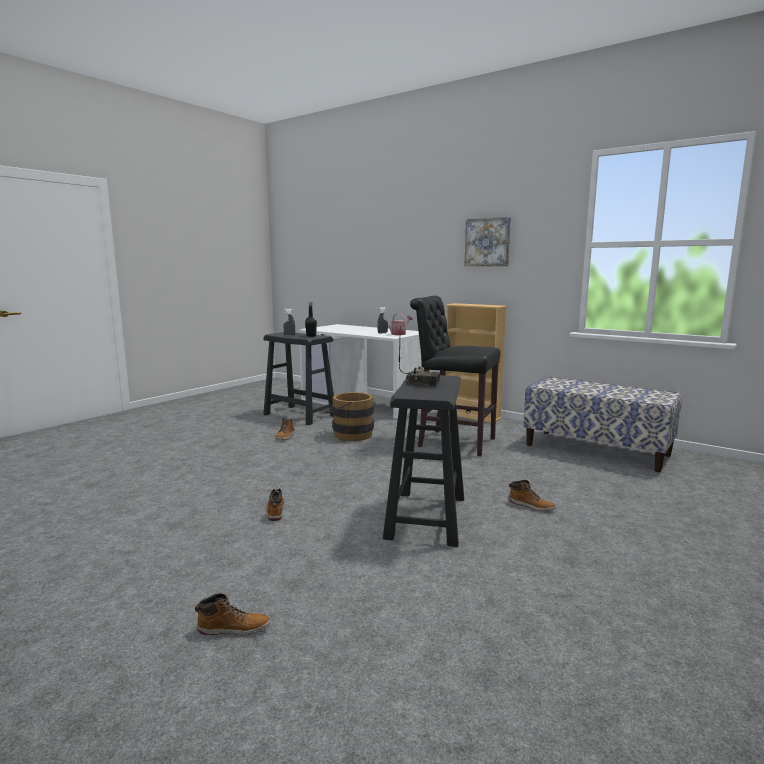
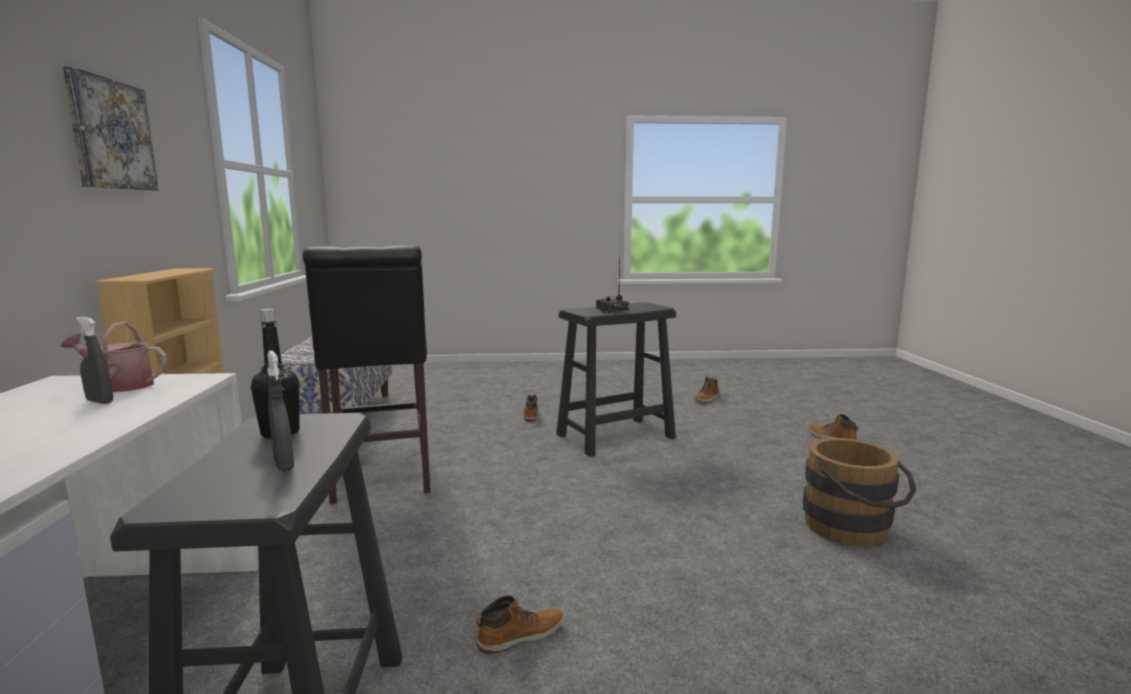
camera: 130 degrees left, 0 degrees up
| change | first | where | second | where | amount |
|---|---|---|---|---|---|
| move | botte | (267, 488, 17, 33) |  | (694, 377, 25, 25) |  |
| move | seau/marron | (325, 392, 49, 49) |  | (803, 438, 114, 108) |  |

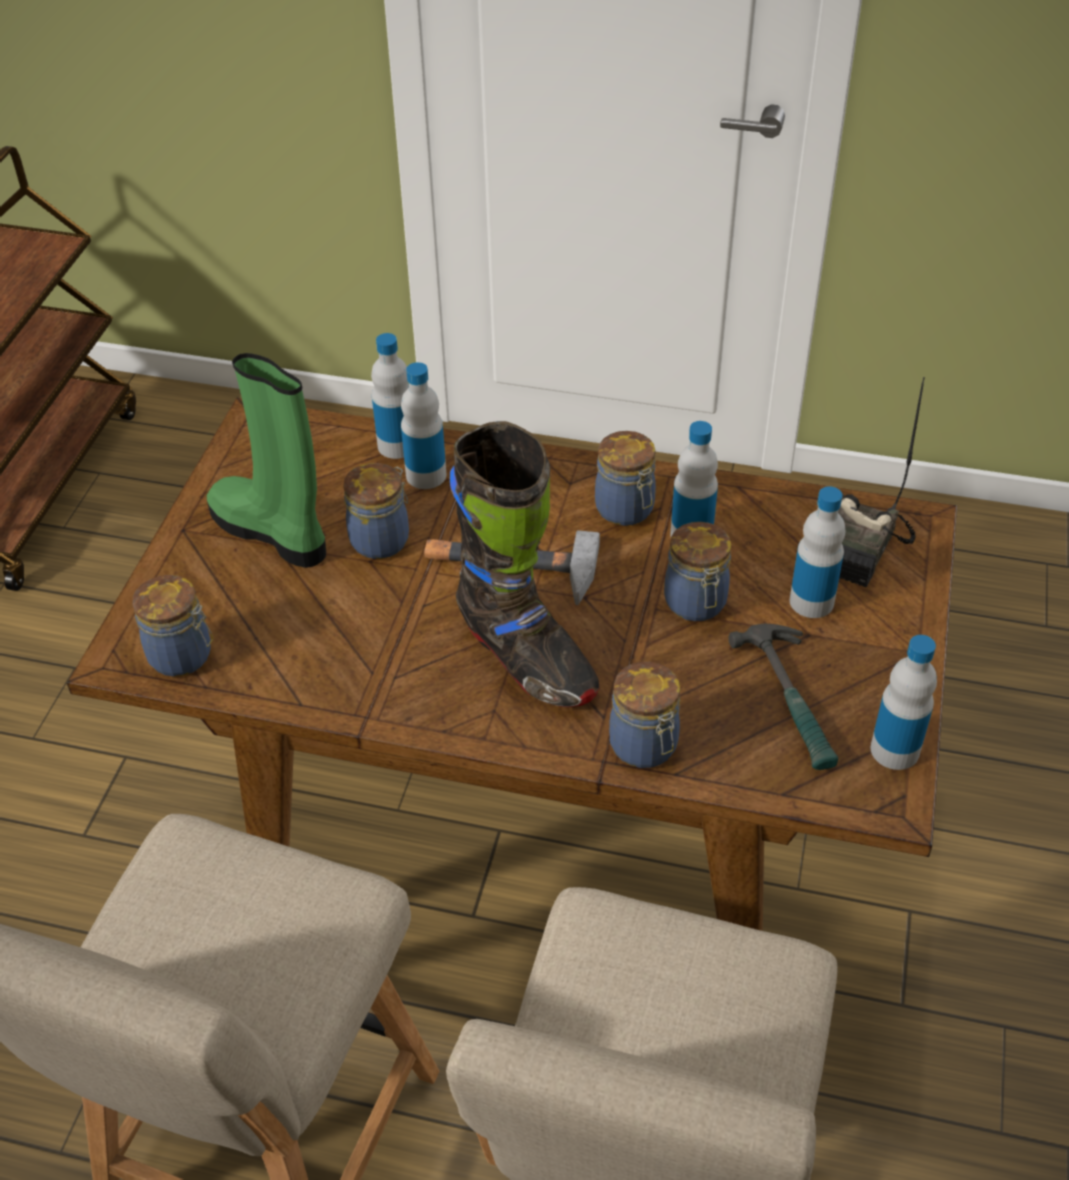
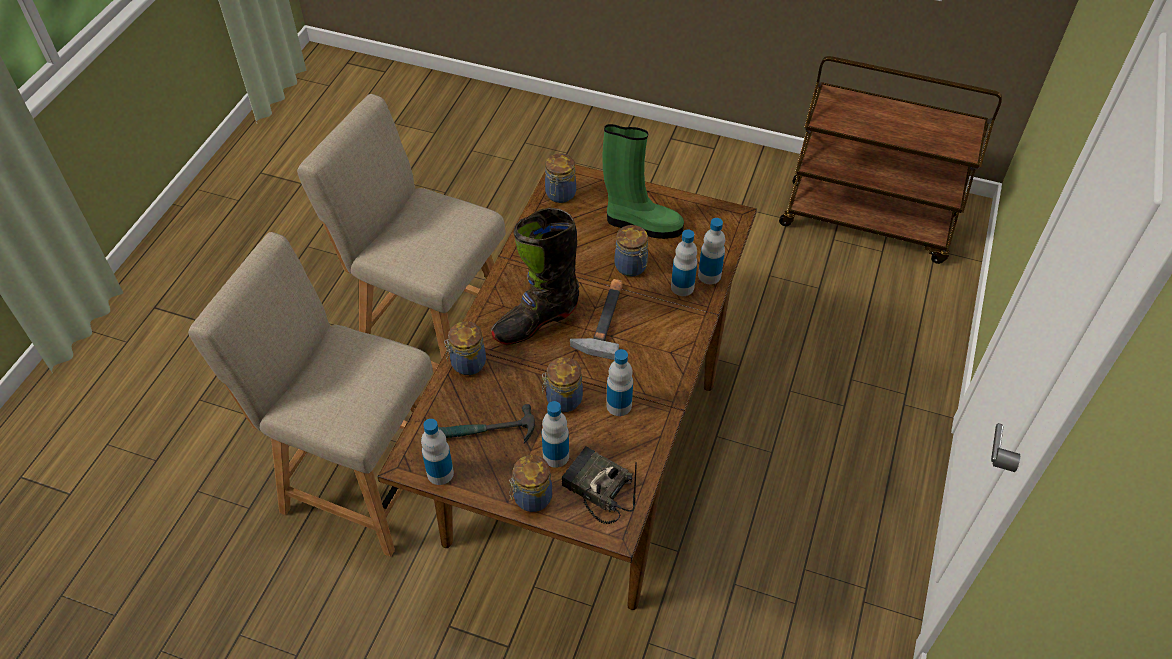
camera: 95 degrees right, 5 degrees up
| change | first | where | second | where | amount |
|---|---|---|---|---|---|
| move | bocal | (595, 431, 61, 95) |  | (509, 455, 43, 57) |  |
| rotate | botte/vert | (207, 353, 119, 215) |  | (602, 124, 82, 115) | 60 degrees clockwise |

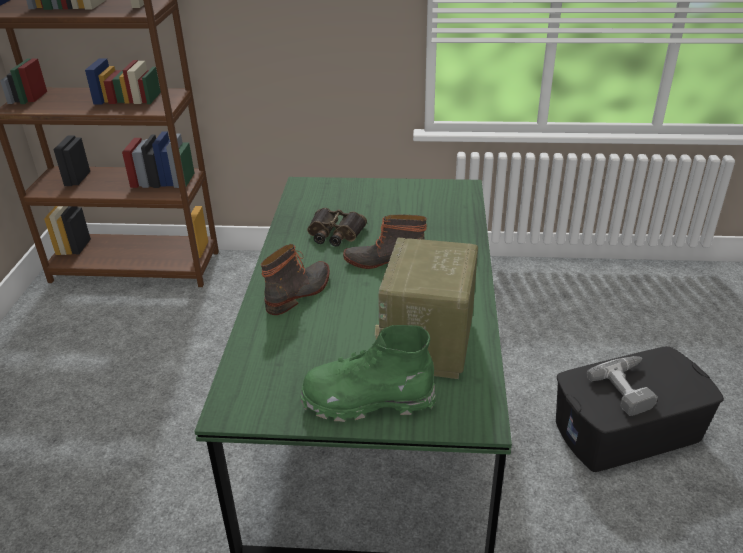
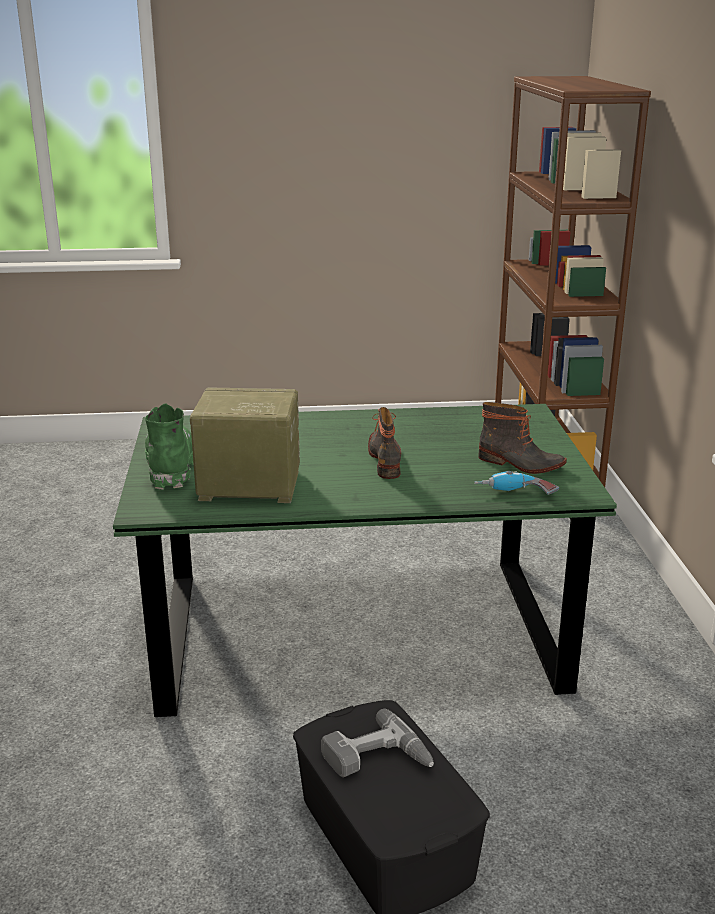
camera: 80 degrees right, 10 degrees down
| change | first | where | second | where | amount |
|---|---|---|---|---|---|
| delete | jumelles | (307, 208, 60, 39) |  |  |  |
| insert |  |  | perceuse | (474, 471, 85, 24) |  |
| move | botte | (261, 244, 69, 71) |  | (478, 402, 89, 72) |  |

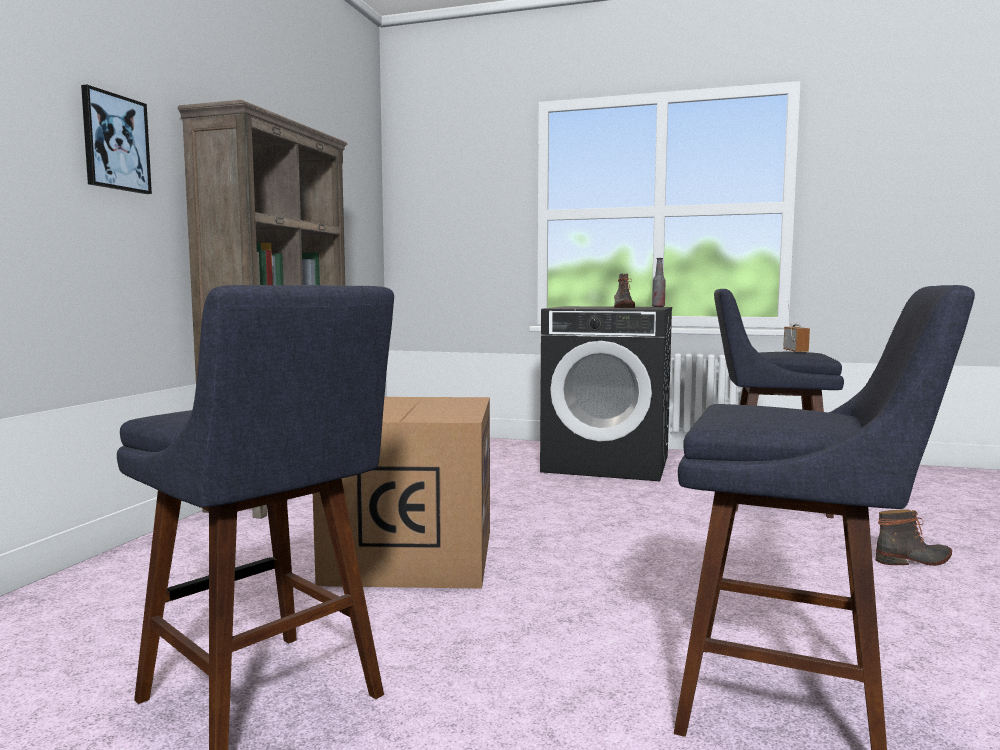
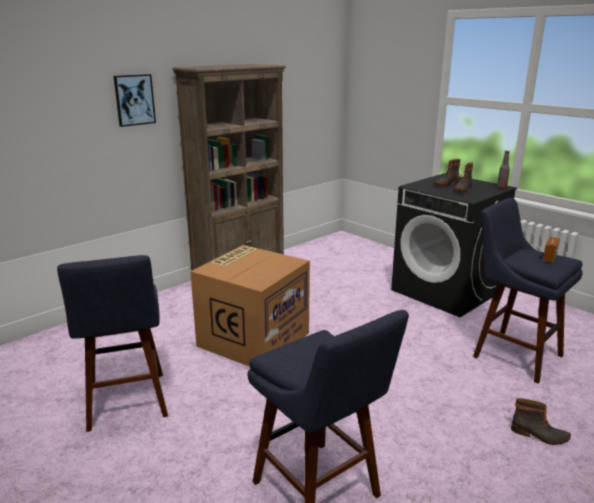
camera: 30 degrees right, 15 degrees up
| change | first | where | second | where | amount |
|---|---|---|---|---|---|
| insert |  |  | botte | (434, 159, 27, 28) |  |

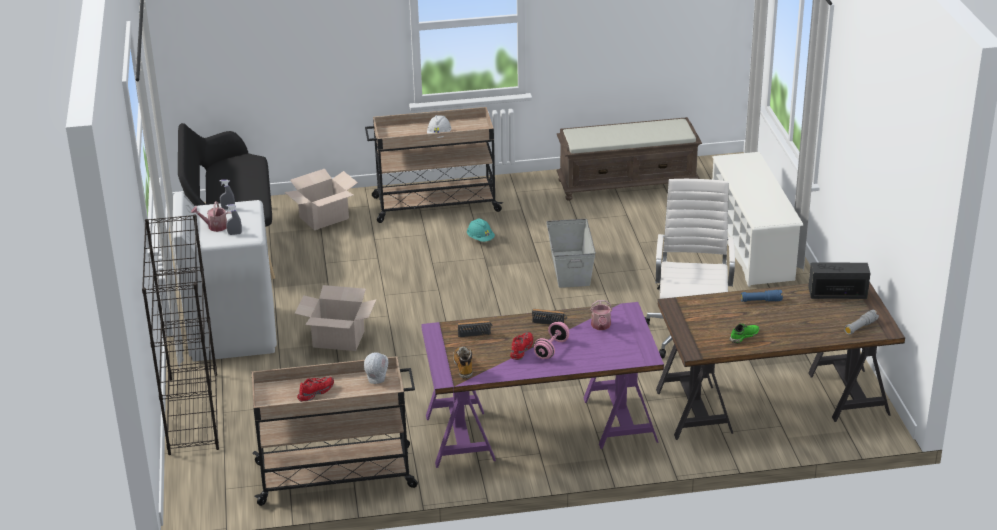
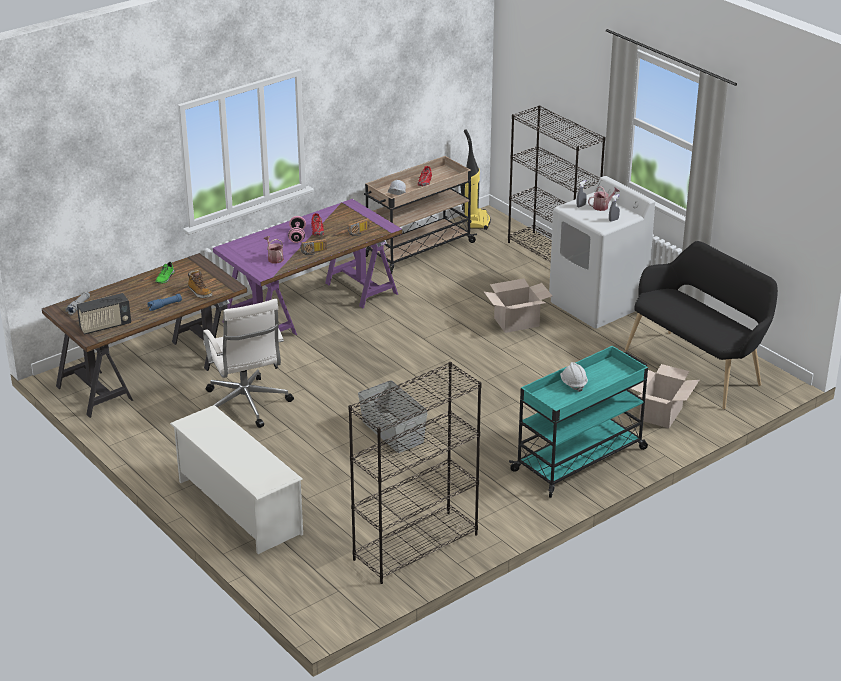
camera: 150 degrees right, 0 degrees up
| change | first | where | second | where | amount |
|---|---|---|---|---|---|
| delete | casque de chantier/turquoise | (467, 219, 28, 23) |  |  |  |
| insert |  |  | aspirateur | (460, 129, 31, 101) |  |
| move | botte | (453, 346, 20, 33) |  | (188, 270, 25, 28) |  |
| replace | banc/marron | (556, 117, 146, 84) | bibliothèque/noir | (348, 362, 134, 222) |  |
| recolor | chariot/beige | (365, 107, 138, 116) | chariot/turquoise | (509, 346, 139, 152) |  |

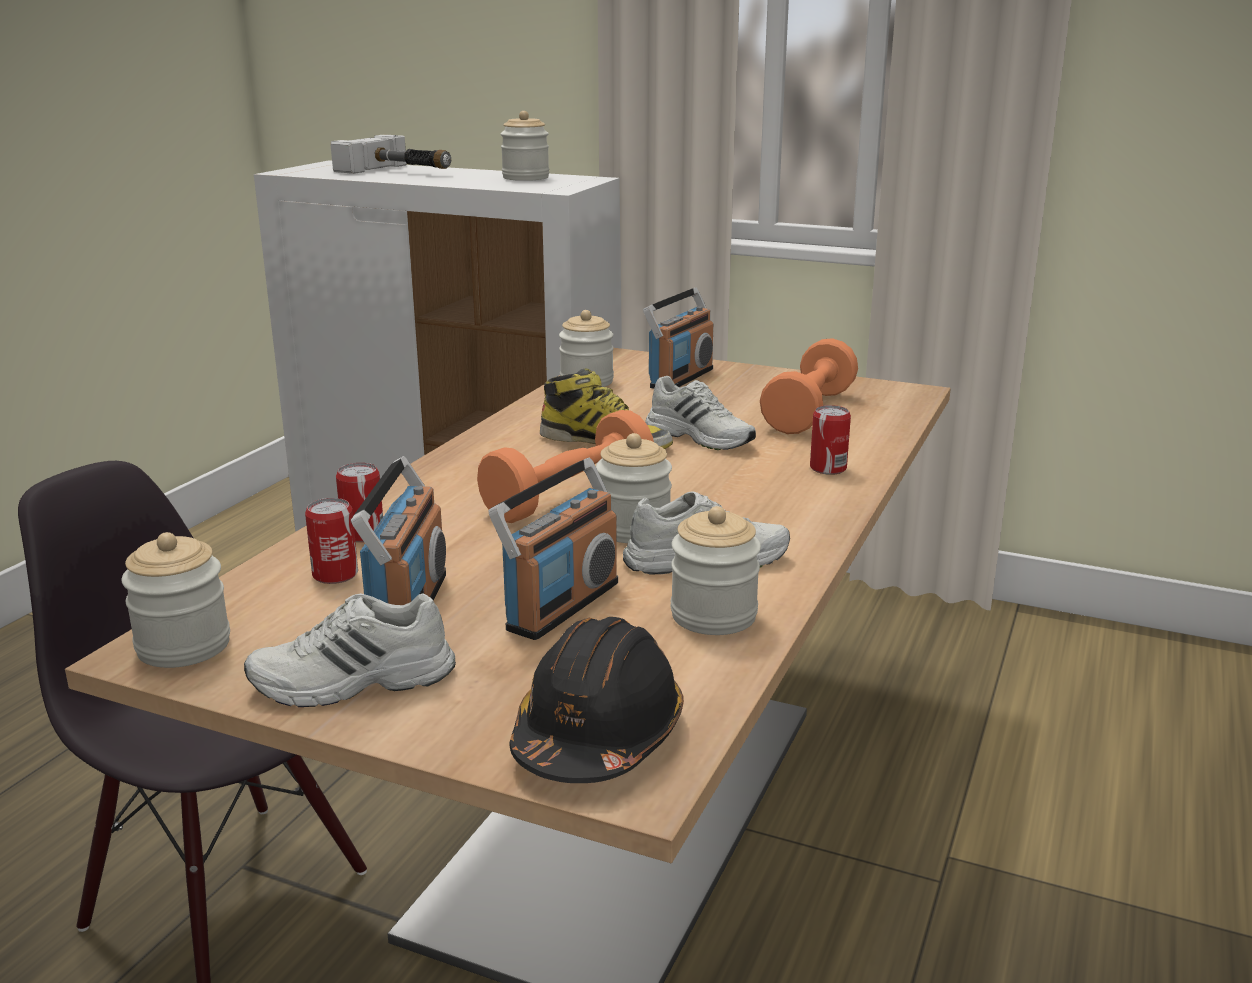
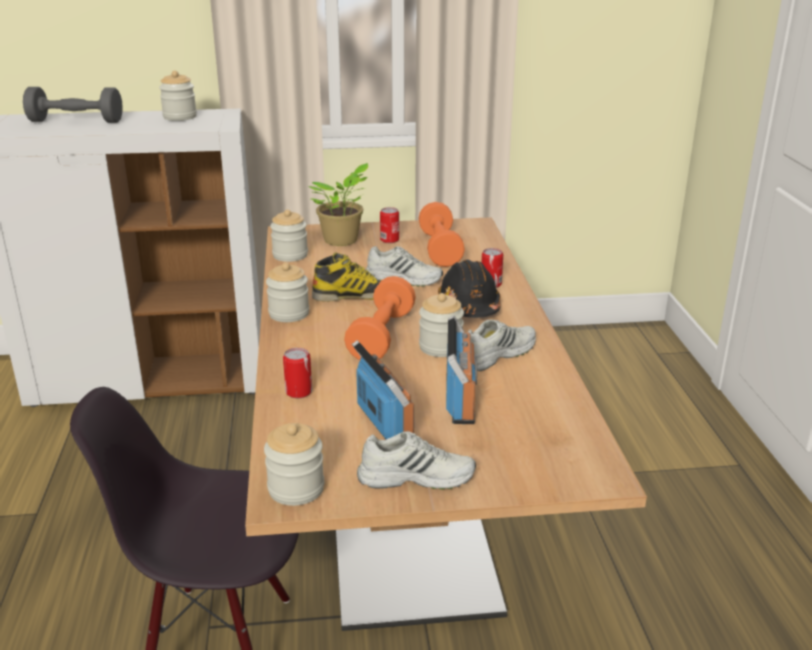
camera: 30 degrees left, 5 degrees up
| change | first | where | second | where | amount |
|---|---|---|---|---|---|
| move | boîte métallique | (305, 498, 53, 86) |  | (380, 207, 19, 36) |  |
| move | casque de chantier/noir | (510, 617, 174, 166) |  | (438, 260, 62, 58) |  |
| move | bocal | (671, 506, 90, 129) |  | (266, 263, 43, 59) |  |
| replace | marteau | (330, 134, 121, 40) | haltère/gris | (23, 87, 100, 36) |  |
| replace | radio | (643, 288, 70, 101) | plante en pot | (308, 163, 60, 83) |  |
| rotate | chaussure/blanc | (244, 593, 212, 114) |  | (357, 431, 119, 58) | 135 degrees counterclockwise |

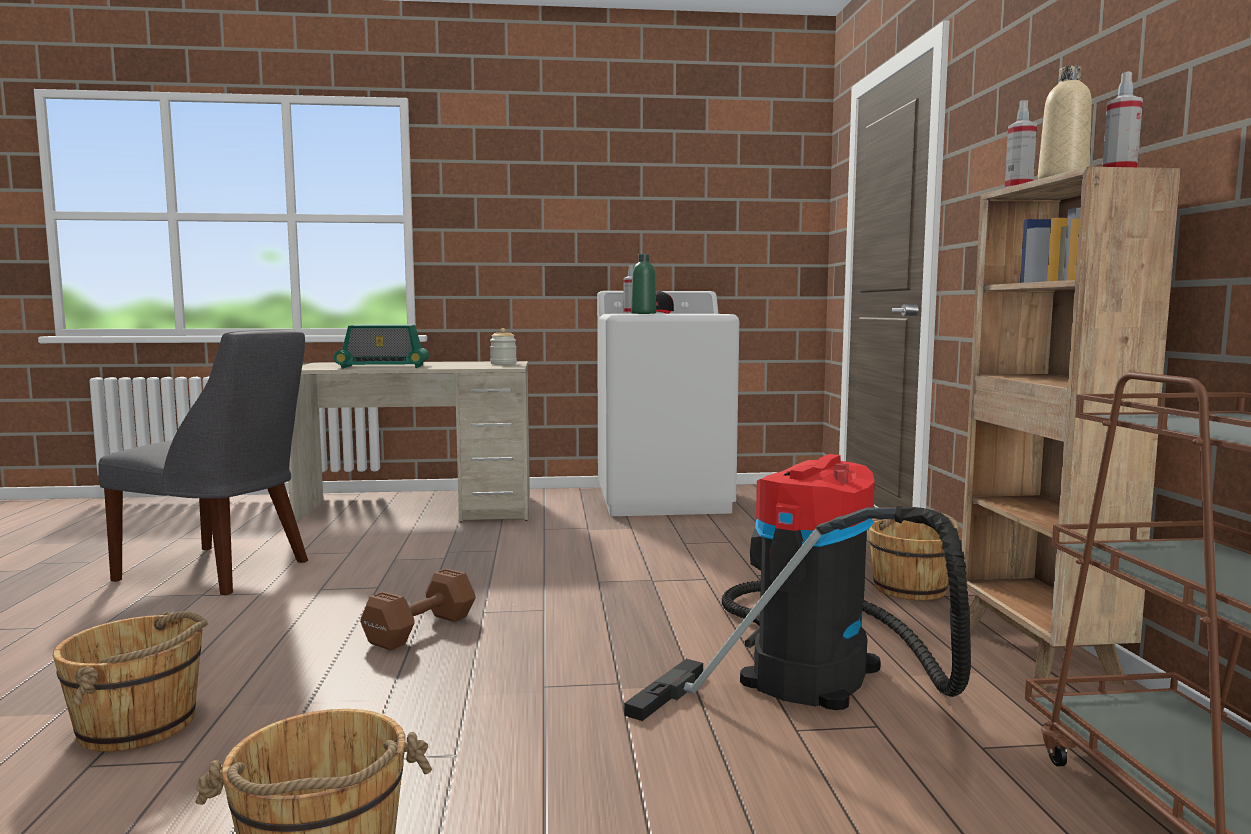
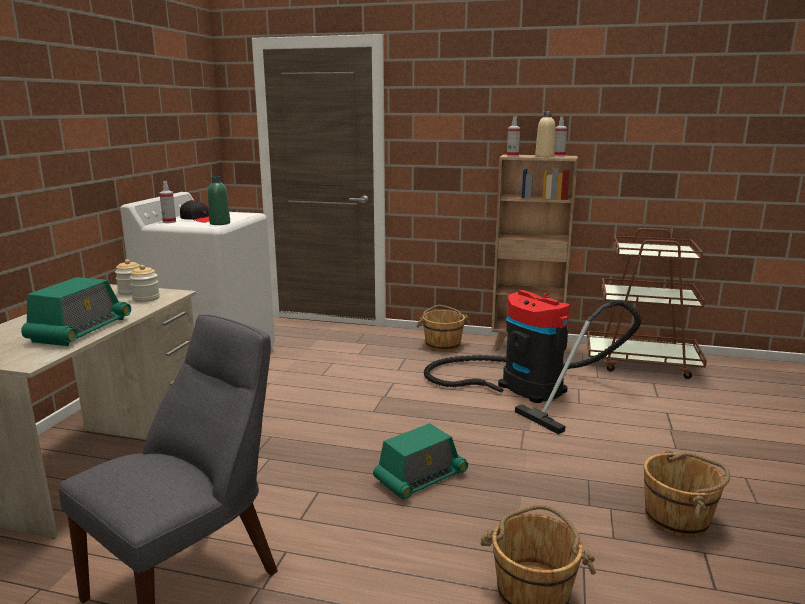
camera: 70 degrees left, 10 degrees up
| change | first | where | second | where | amount |
|---|---|---|---|---|---|
| insert |  |  | bocal | (129, 265, 31, 37) |  |
| replace | haltère/marron | (360, 569, 116, 81) | radio | (373, 423, 95, 77) |  |

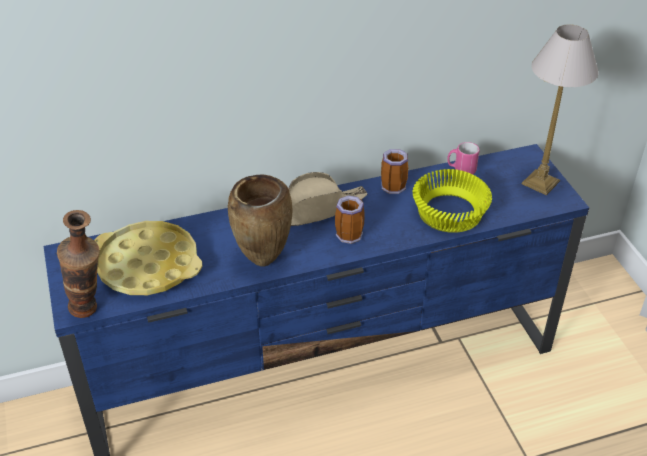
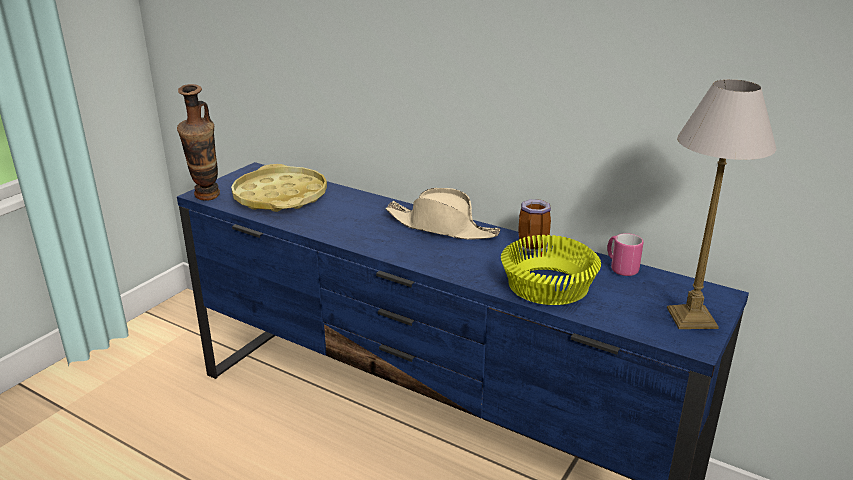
camera: 50 degrees right, 15 degrees down
| change | first | where | second | where | amount |
|---|---|---|---|---|---|
| delete | vase/marron | (228, 175, 65, 92) |  |  |  |
| delete | mug | (335, 195, 30, 49) |  |  |  |

